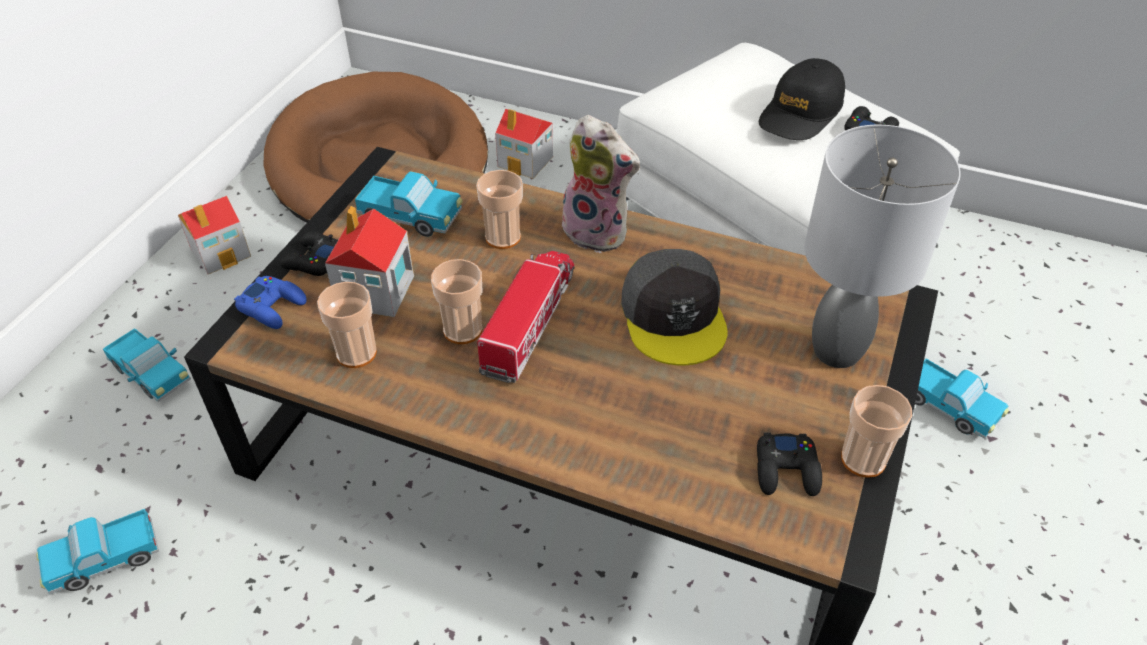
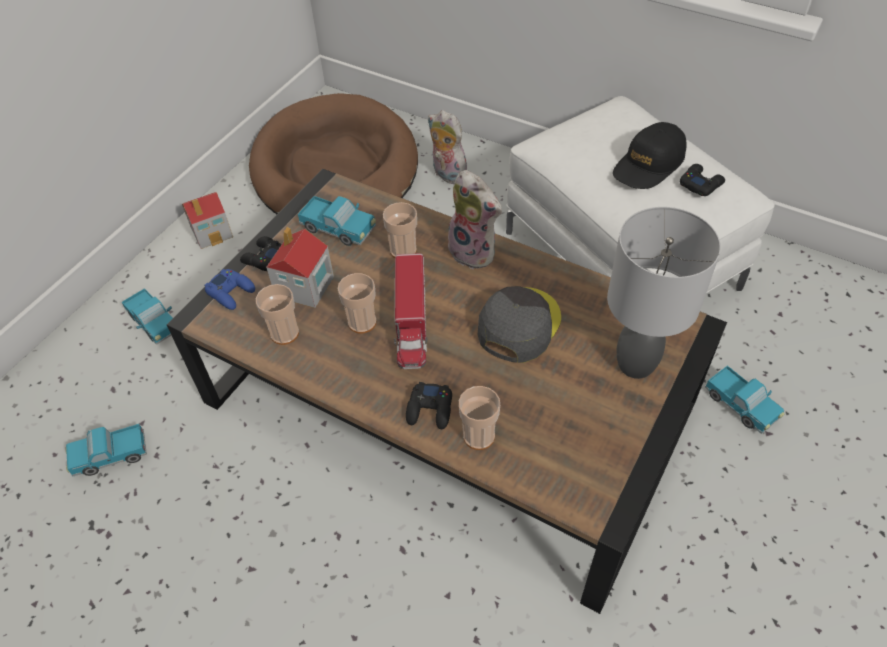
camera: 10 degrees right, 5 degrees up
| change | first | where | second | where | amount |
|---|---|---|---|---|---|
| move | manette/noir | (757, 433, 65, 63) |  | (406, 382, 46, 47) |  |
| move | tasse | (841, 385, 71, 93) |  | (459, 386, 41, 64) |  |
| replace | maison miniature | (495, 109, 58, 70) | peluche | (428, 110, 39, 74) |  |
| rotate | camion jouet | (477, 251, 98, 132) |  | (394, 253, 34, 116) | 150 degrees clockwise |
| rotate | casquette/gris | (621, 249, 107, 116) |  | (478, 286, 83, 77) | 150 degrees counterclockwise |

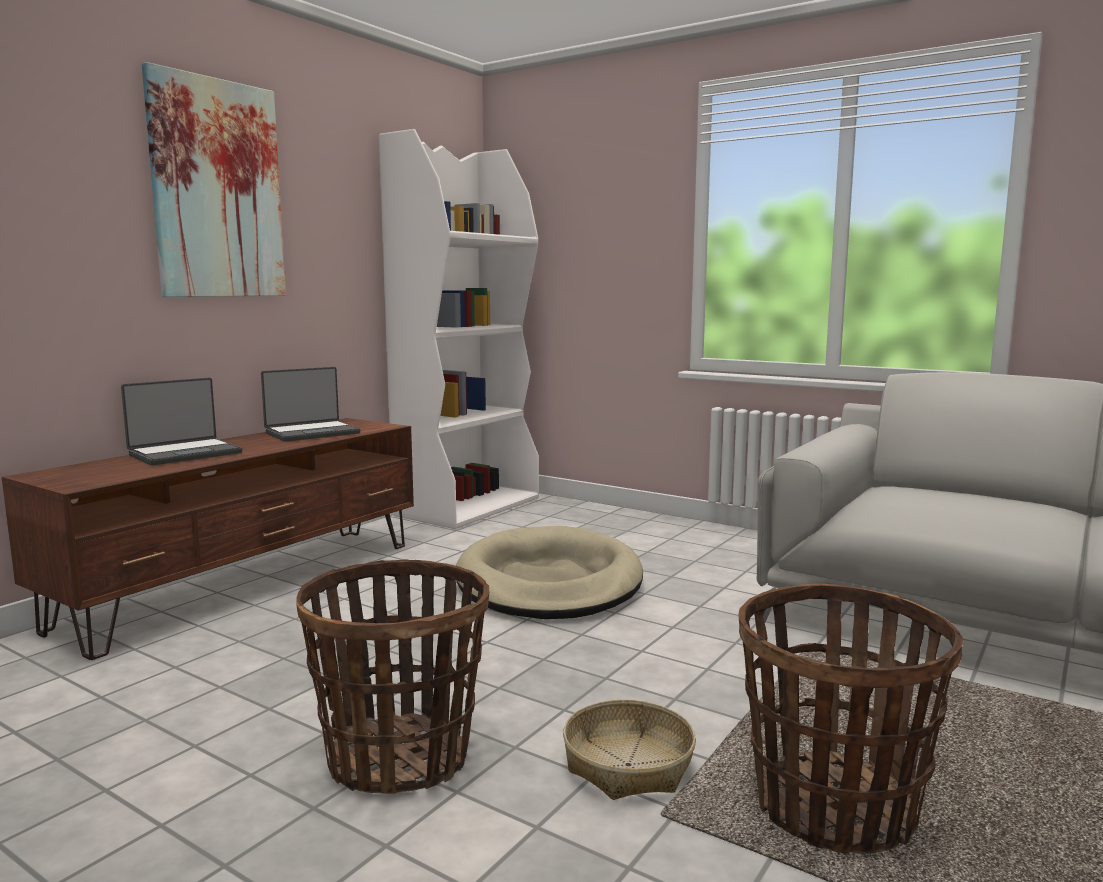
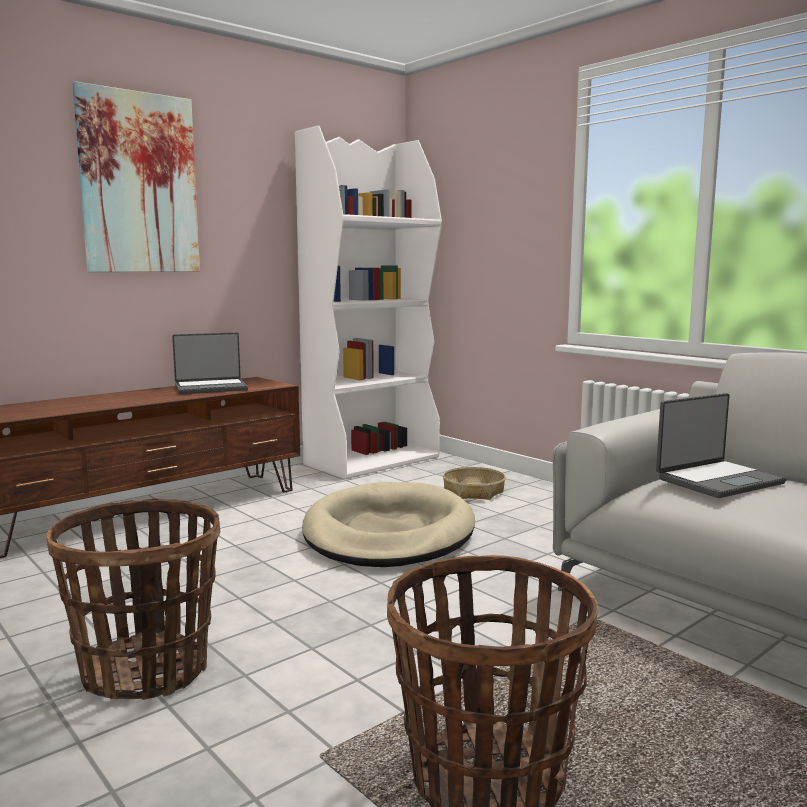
camera: 15 degrees right, 0 degrees up
| change | first | where | second | where | amount |
|---|---|---|---|---|---|
| move | ordinateur portable | (121, 378, 121, 87) |  | (656, 393, 131, 105) |  |
| move | panier | (563, 700, 133, 100) |  | (443, 467, 63, 33) |  |

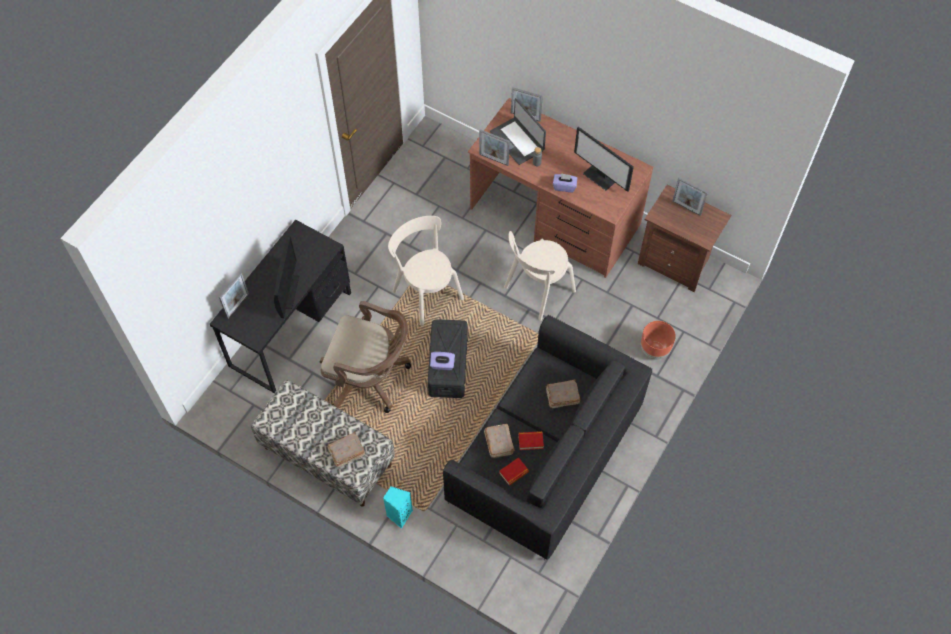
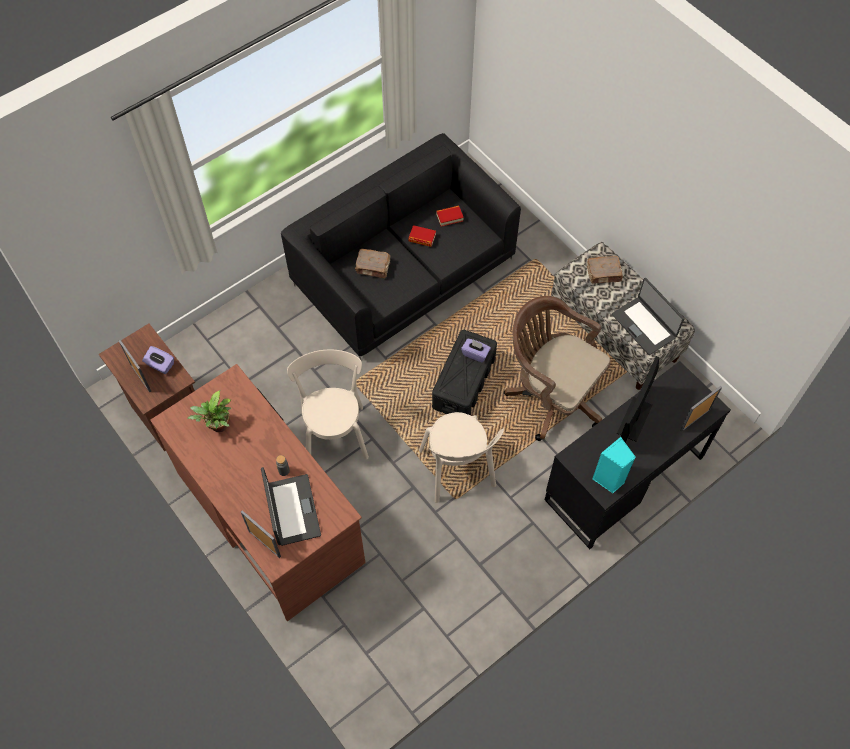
camera: 160 degrees left, 0 degrees up
| change | first | where | second | where | amount |
|---|---|---|---|---|---|
| delete | cadre photo | (479, 129, 31, 37) |  |  |  |
| delete | livre/marron | (484, 424, 31, 34) |  |  |  |
| delete | cache-pot/marron | (641, 321, 35, 39) |  |  |  |
| insert |  |  | ordinateur portable | (612, 278, 73, 77) |  |
| move | enceinte/turquoise | (383, 486, 30, 43) |  | (592, 437, 44, 56) |  |
| move | boîte à mouchoirs/violet | (553, 173, 24, 19) |  | (142, 346, 32, 28) |  |
| replace | écran d'ordinateur | (574, 127, 60, 65) | plante en pot | (187, 390, 45, 42) |  |
| rotate | chaise/beige | (504, 231, 72, 90) |  | (287, 350, 82, 110) | 75 degrees counterclockwise |

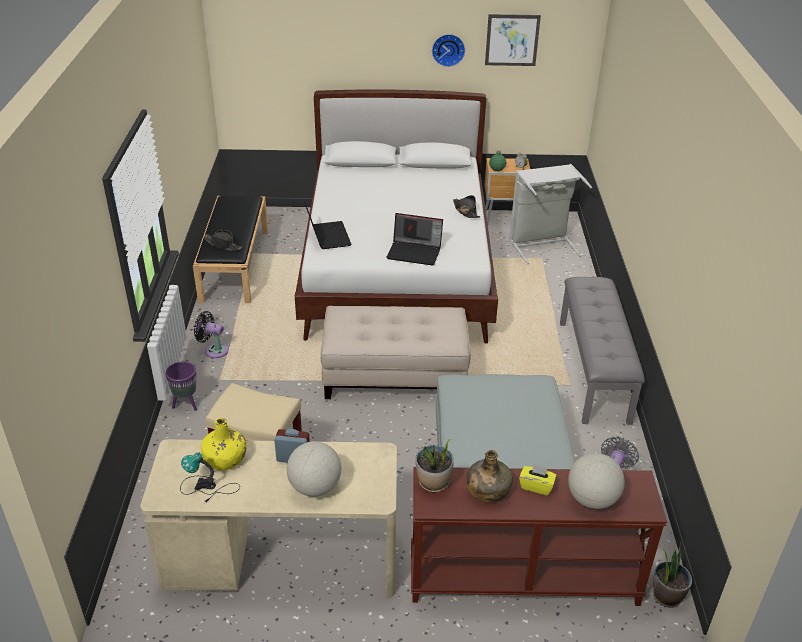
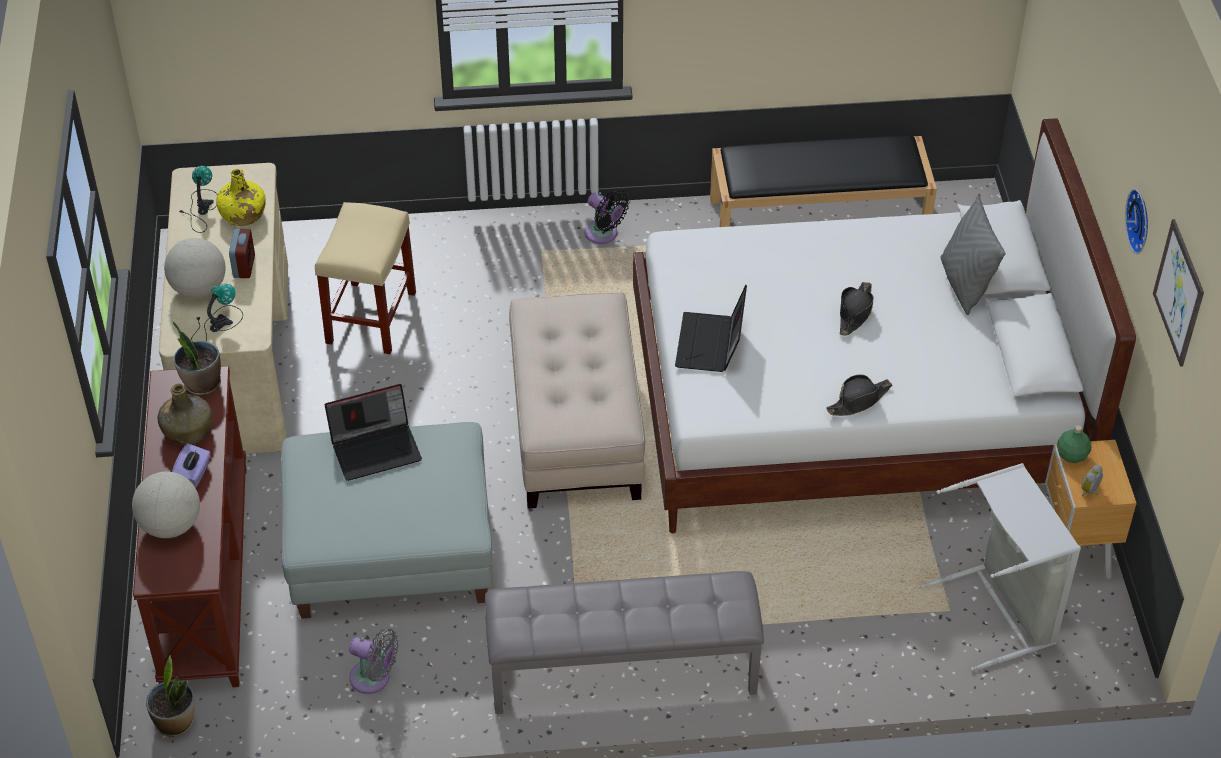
camera: 85 degrees right, 10 degrees up
| change | first | where | second | where | amount |
|---|---|---|---|---|---|
| delete | cache-pot/violet | (165, 362, 32, 49) |  |  |  |
| insert |  |  | lampe de table | (191, 284, 52, 57) |  |
| insert |  |  | coussin/gris | (941, 195, 65, 120) |  |
| move | chapeau/noir | (204, 230, 38, 21) |  | (840, 282, 34, 54) |  |
| move | ordinateur portable | (304, 200, 48, 49) |  | (325, 384, 97, 97) |  |
| recolor | boîte à mouchoirs/jaune | (519, 463, 37, 32) | boîte à mouchoirs/violet | (172, 443, 38, 45) |  |
| rotate | ventilateur/noir | (194, 311, 35, 47) |  | (585, 189, 44, 55) | 120 degrees clockwise |

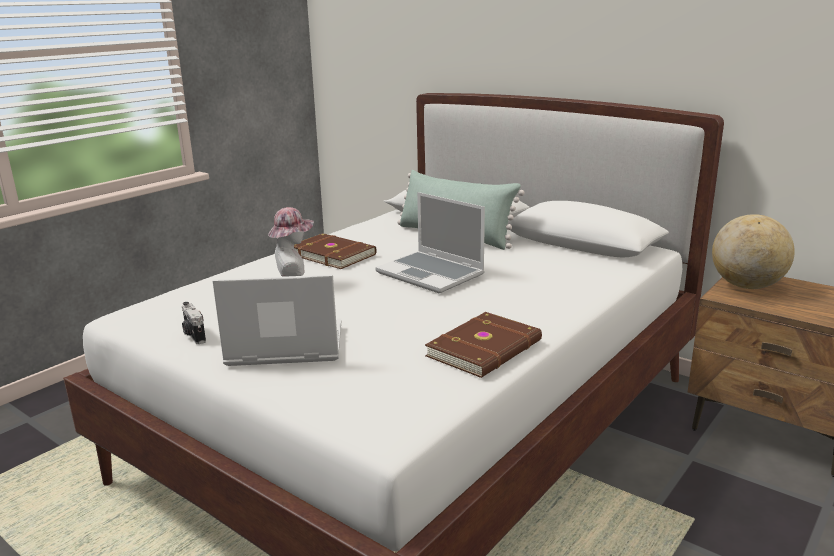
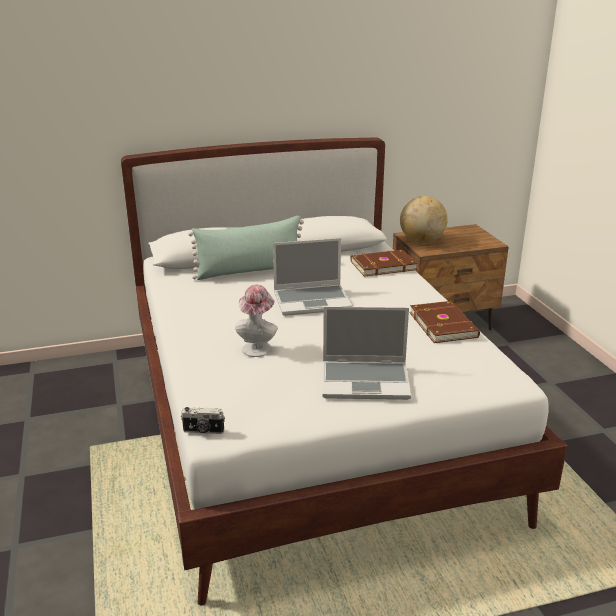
camera: 55 degrees left, 5 degrees up
| change | first | where | second | where | amount |
|---|---|---|---|---|---|
| move | appareil photo | (182, 302, 24, 42) |  | (181, 407, 44, 27) |  |
| move | livre/marron | (294, 233, 83, 36) |  | (350, 250, 68, 27) |  |
| rotate | ordinateur portable | (212, 275, 129, 91) |  | (322, 306, 89, 94) | 120 degrees counterclockwise |

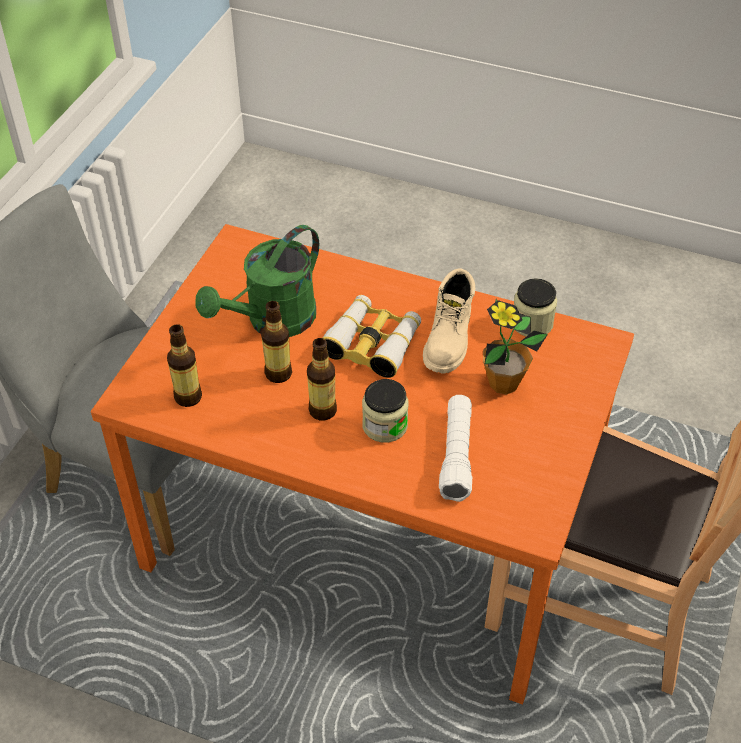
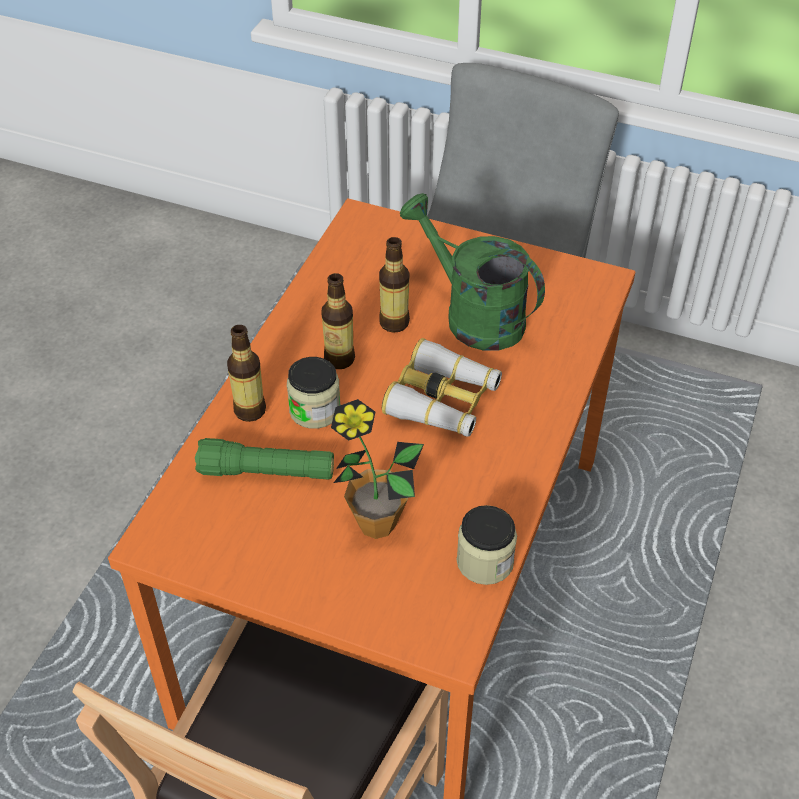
camera: 90 degrees right, 0 degrees up
| change | first | where | second | where | amount |
|---|---|---|---|---|---|
| delete | botte/beige | (423, 269, 52, 104) |  |  |  |
| move | bouteille | (167, 324, 35, 83) |  | (227, 325, 39, 97) |  |
| recolor | lampe de poche/blanc | (439, 395, 33, 107) | lampe de poche/vert | (195, 438, 139, 42) |  |

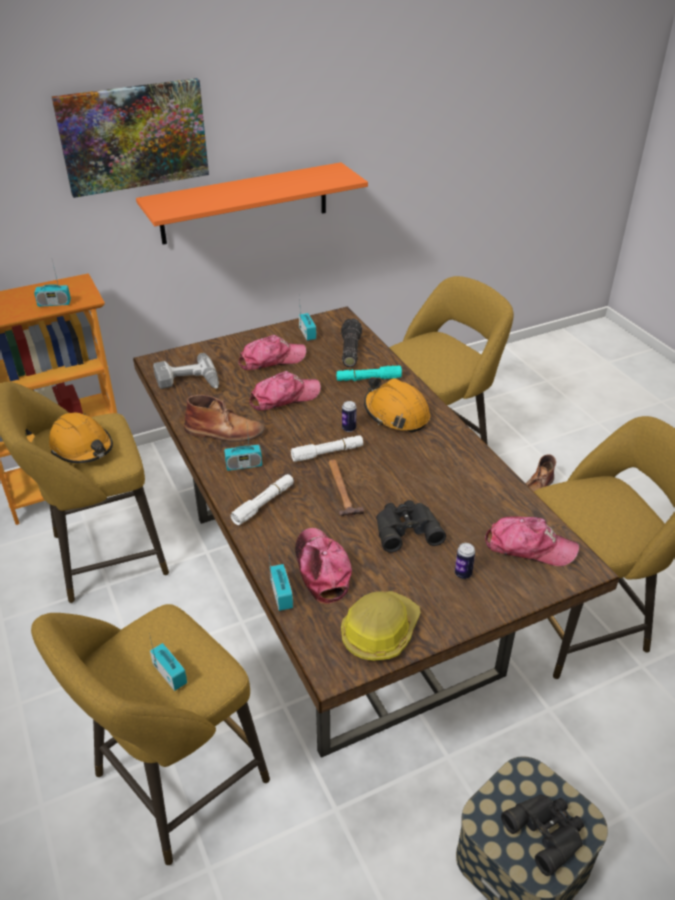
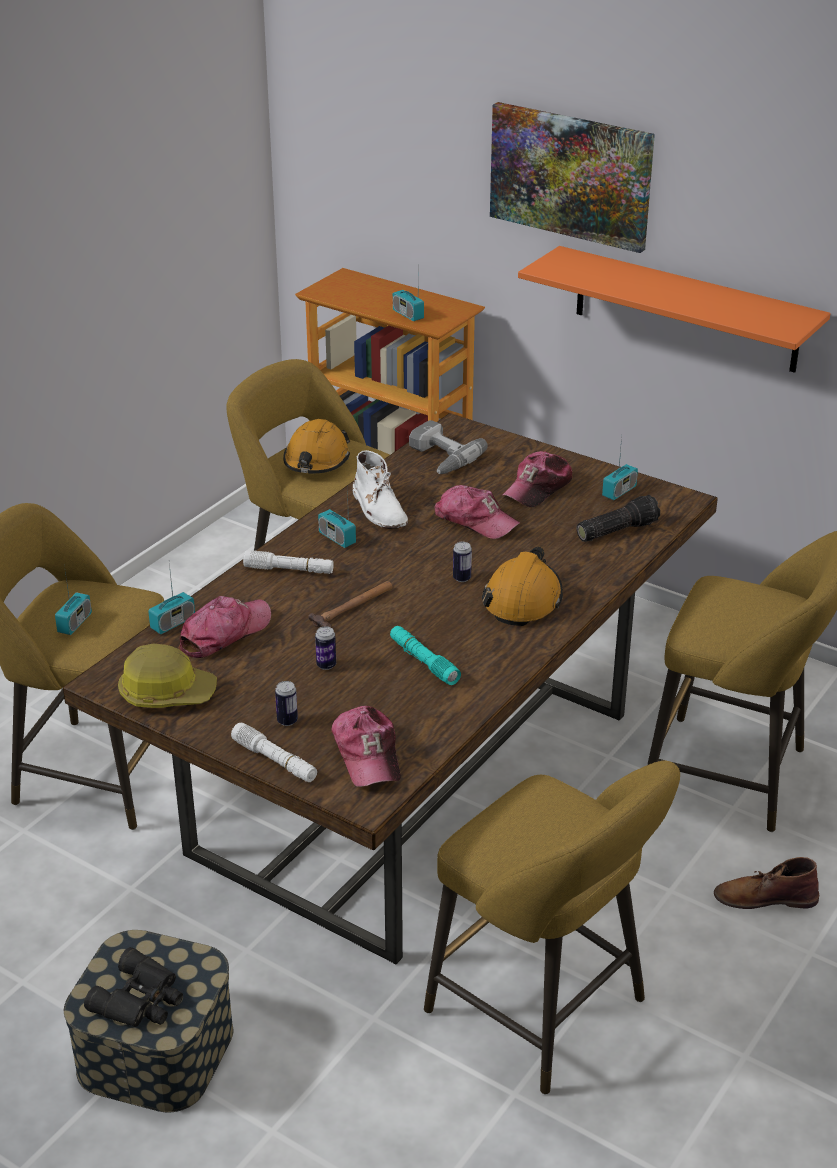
camera: 60 degrees right, 5 degrees down
| change | first | where | second | where | amount |
|---|---|---|---|---|---|
| move | lampe de poche/blanc | (291, 435, 72, 27) |  | (231, 723, 86, 59) |  |
| move | lampe de poche/turquoise | (336, 365, 66, 16) |  | (390, 626, 71, 59) |  |
| replace | jumelles/noir | (376, 500, 70, 53) | boîte métallique | (315, 626, 21, 44) |  |
| recolor | botte/marron | (184, 395, 81, 47) | botte/blanc | (353, 450, 55, 79) |  |
| rotate | casquette | (238, 335, 68, 35) |  | (502, 451, 71, 56) | 90 degrees clockwise |

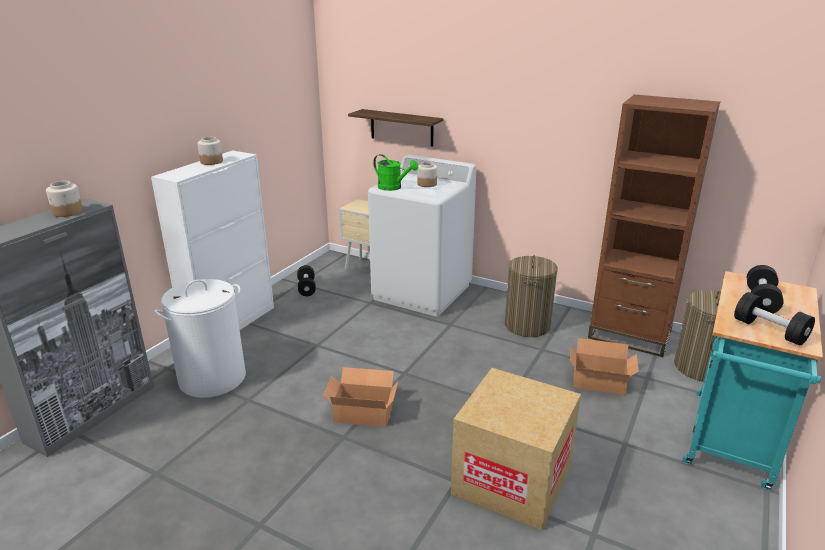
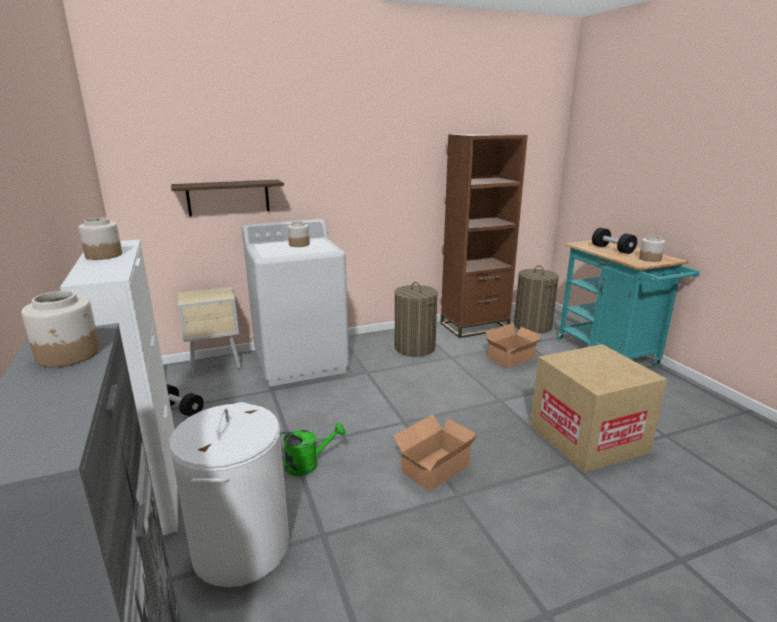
camera: 50 degrees left, 5 degrees down
| change | first | where | second | where | amount |
|---|---|---|---|---|---|
| move | arrosoir/vert | (373, 154, 45, 37) |  | (280, 423, 65, 53) |  |
| replace | haltère/noir | (734, 292, 81, 54) | bocal | (639, 236, 26, 26) |  |

